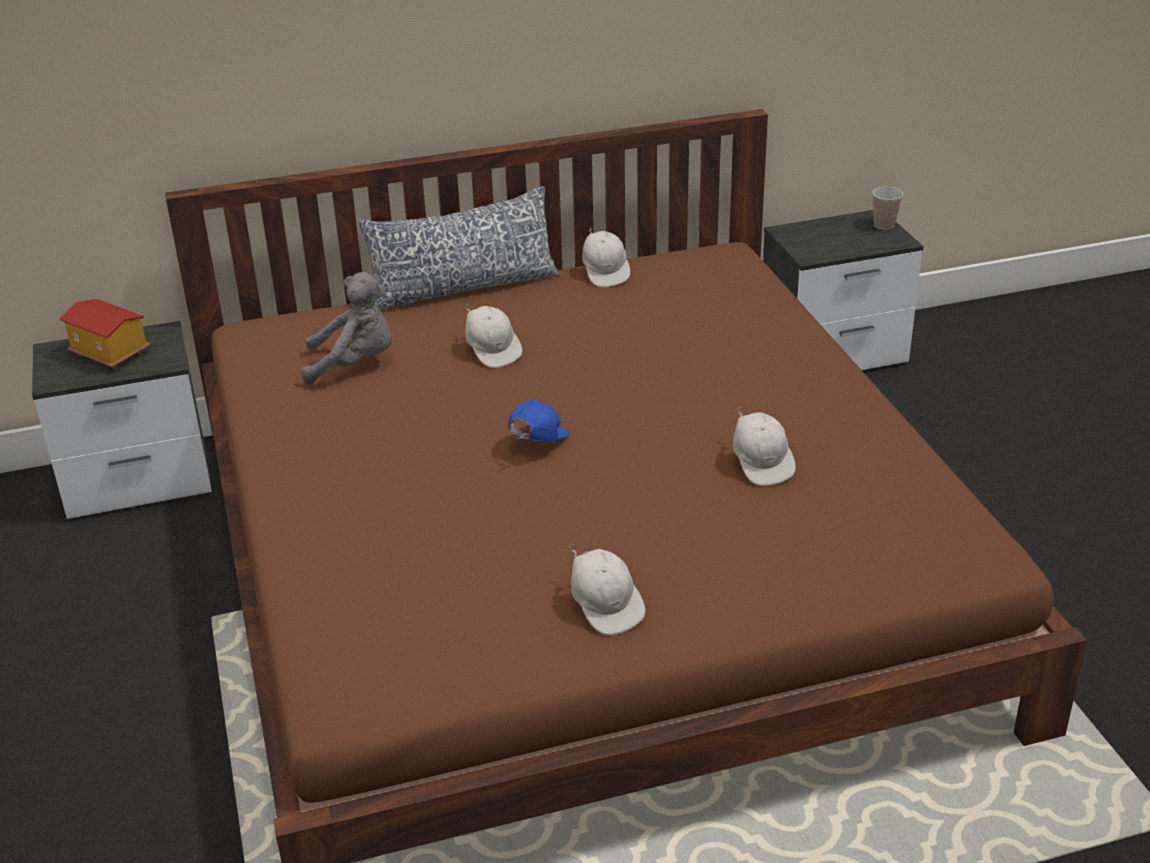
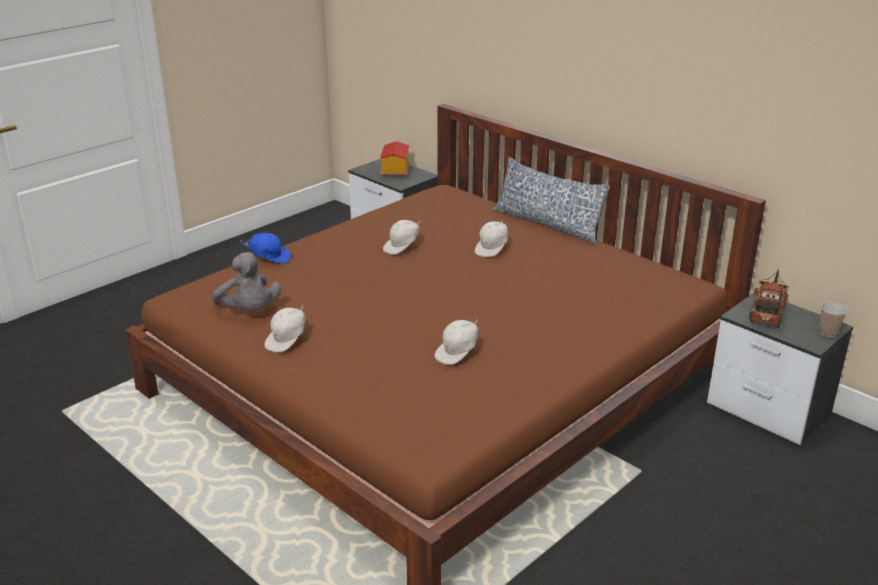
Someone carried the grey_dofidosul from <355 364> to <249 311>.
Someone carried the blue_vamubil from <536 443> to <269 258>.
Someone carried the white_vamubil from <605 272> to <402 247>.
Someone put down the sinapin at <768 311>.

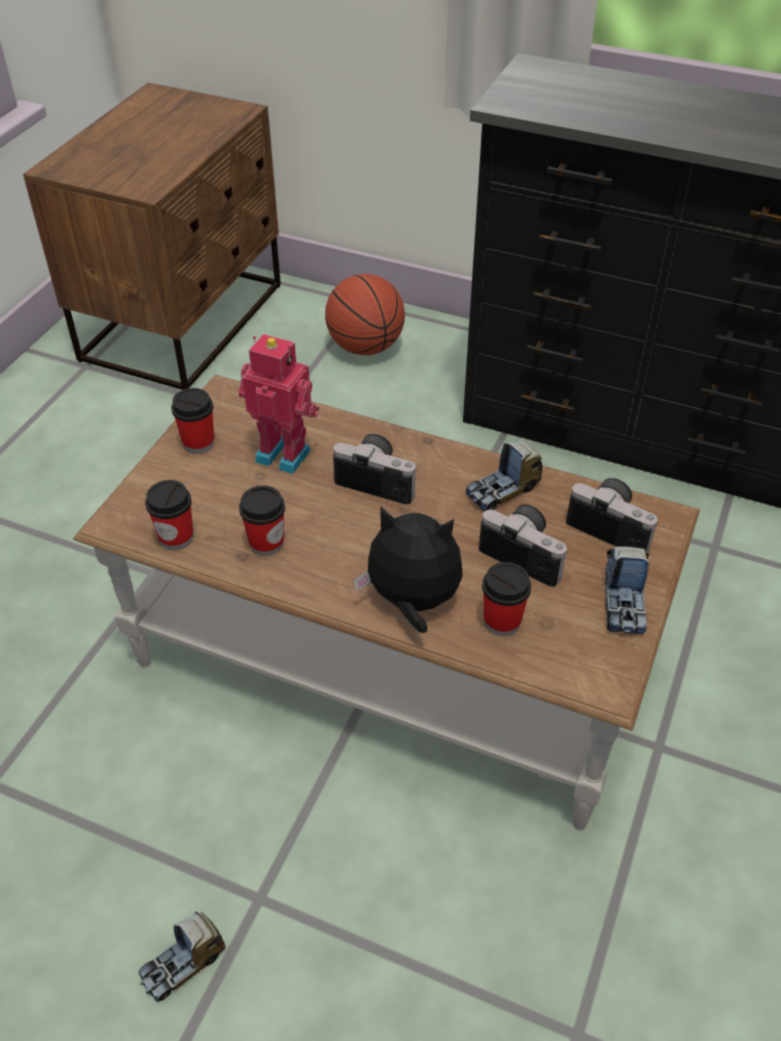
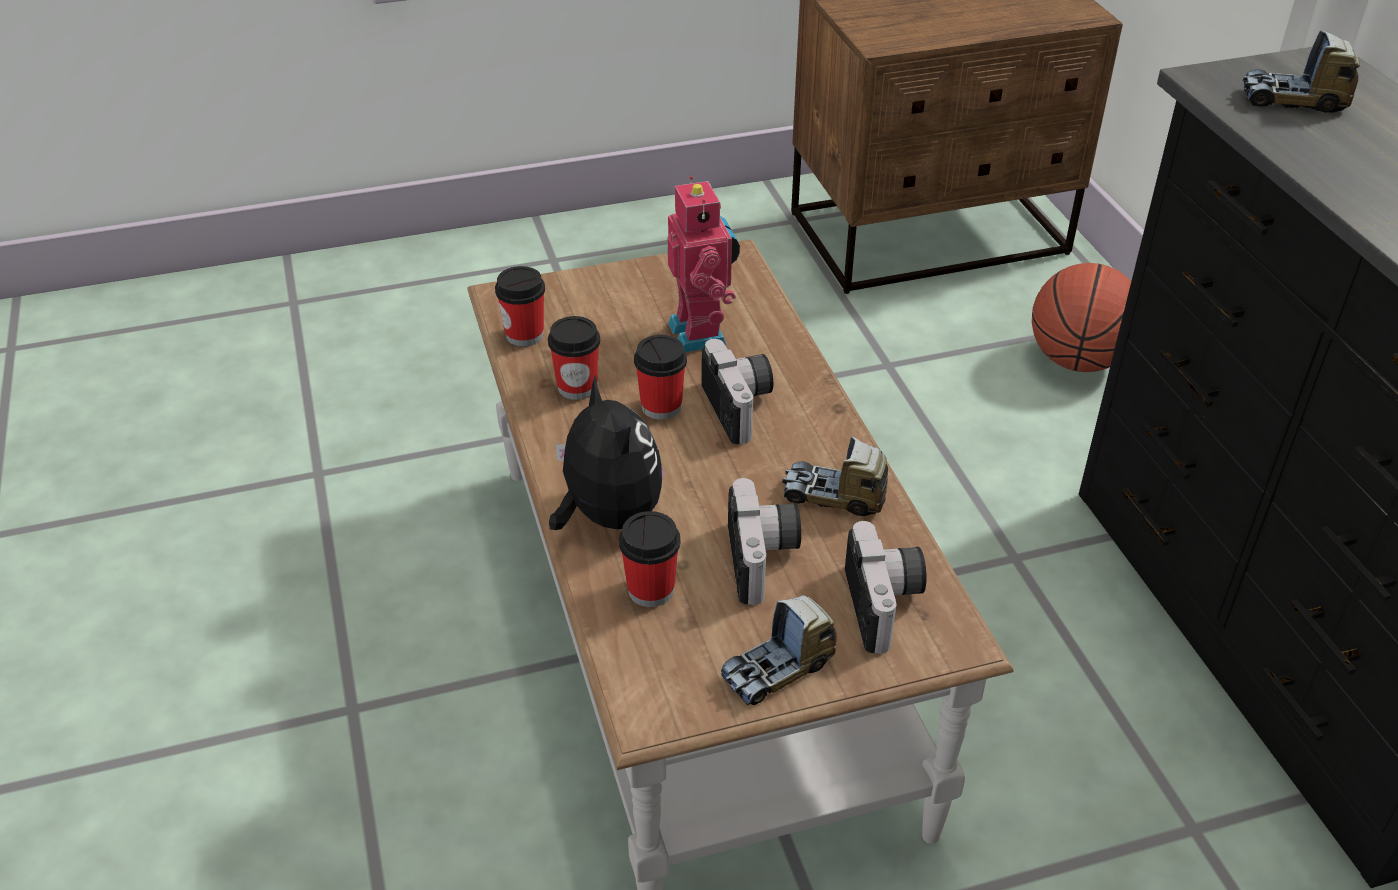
Someone carried the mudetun from <198 443> to <661 406>.
Someone carried the sinapin from <184 964> to <1294 101>.

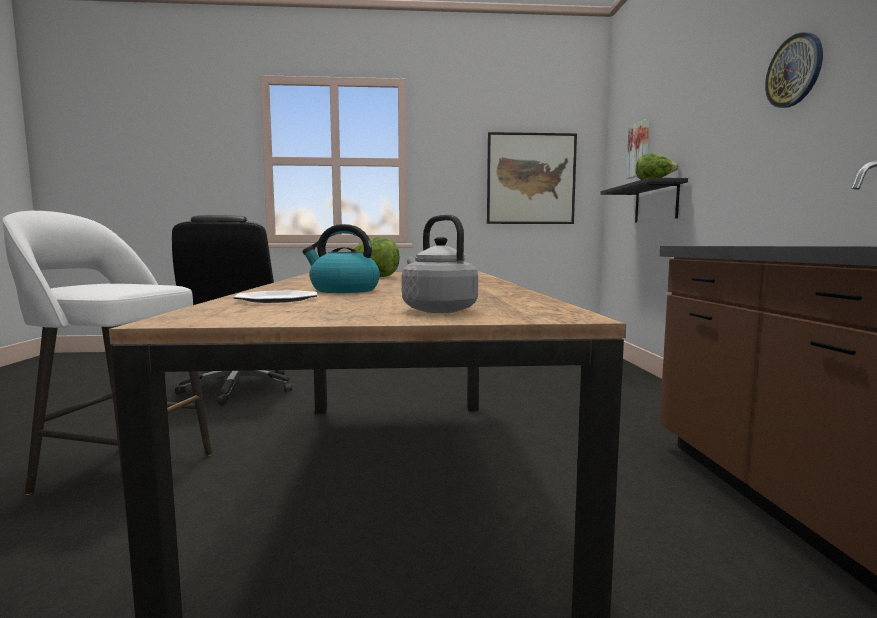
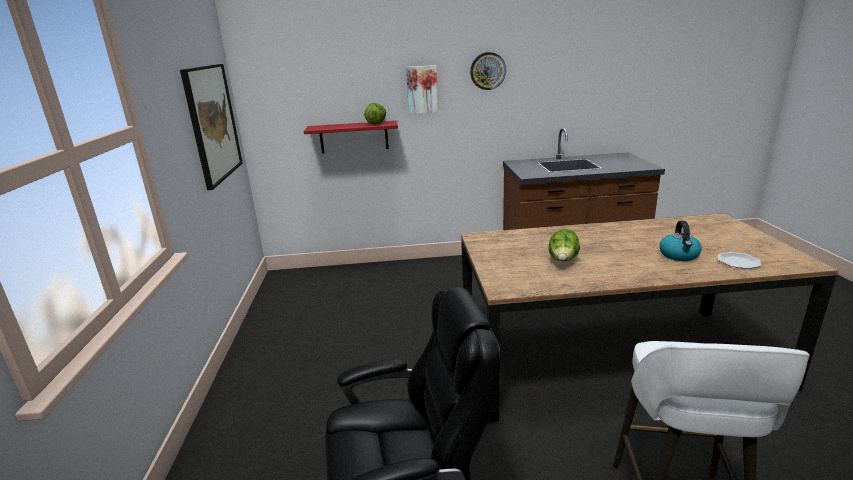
Someone repainted the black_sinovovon at <656 203>, which became the red_sinovovon at <354 137>.
Someone carried the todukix from <639 150> to <422 89>.
Someone took away the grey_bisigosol at <437 310>.

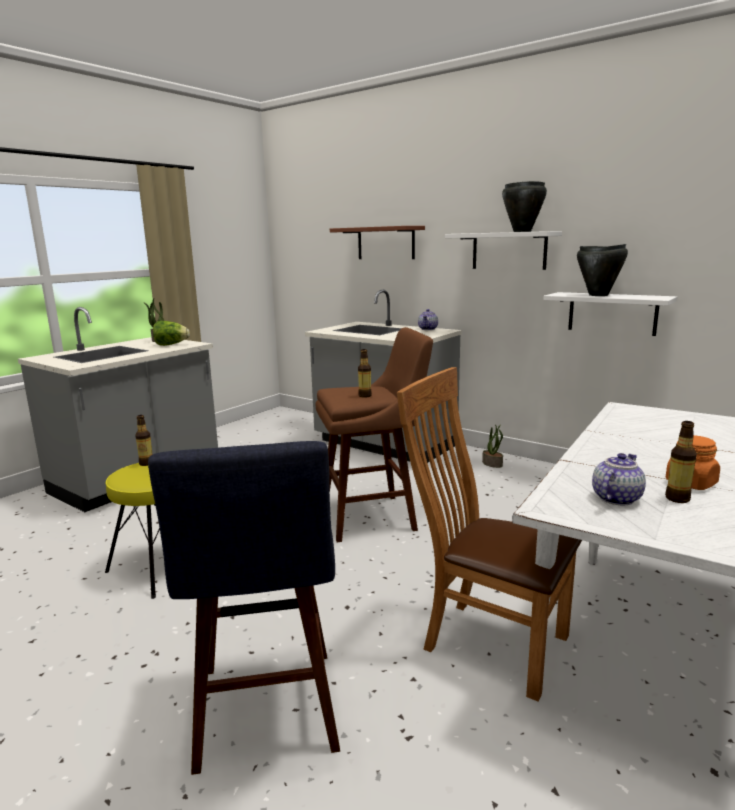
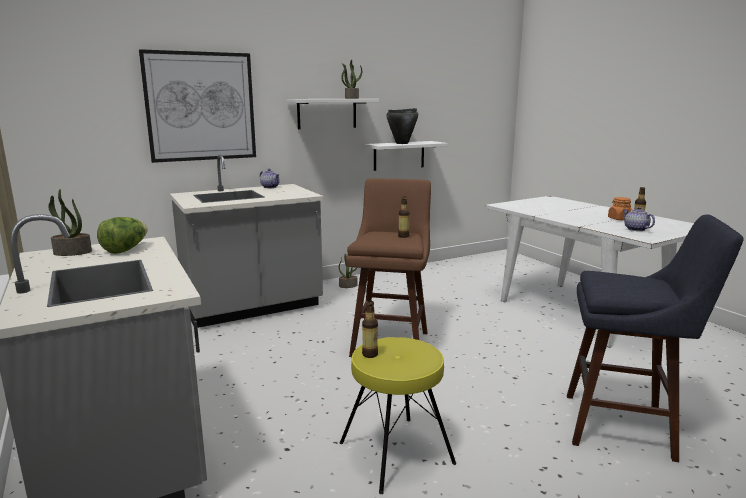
Someone swapped the brown_sinovovon at <386 243> for the todukix at <201 107>.
Someone swapped the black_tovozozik at <522 231> for the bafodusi at <351 98>.
Someone took away the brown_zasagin at <487 641>.

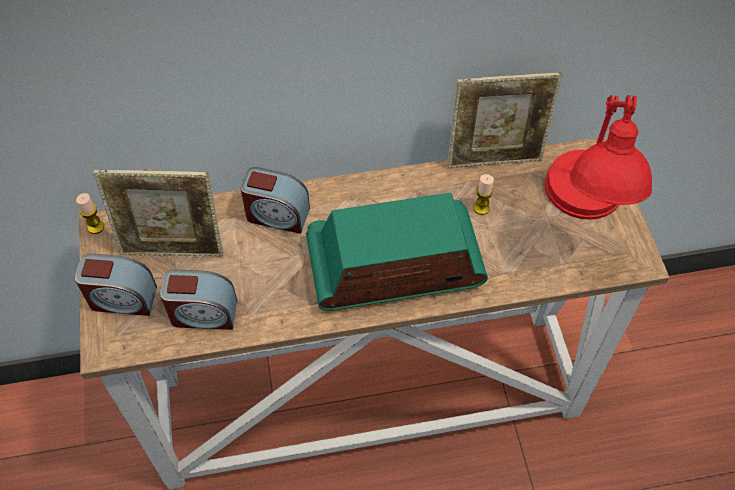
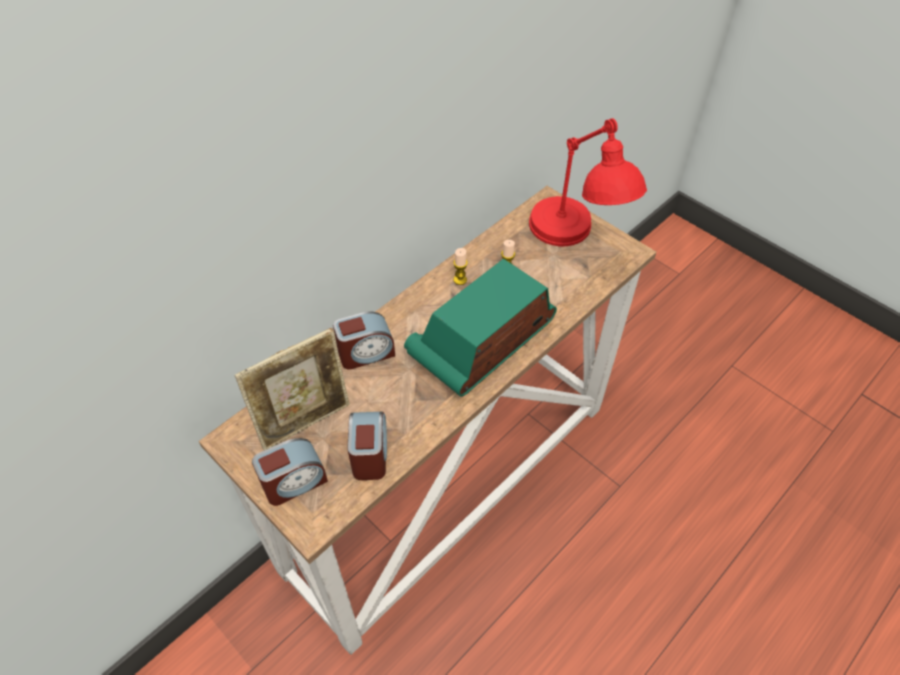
Someone rotated the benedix at <203 313> by 60 degrees counterclockwise.
Someone carried the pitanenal from <96 227> to <460 280>.
Someone took away the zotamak at <494 159>.

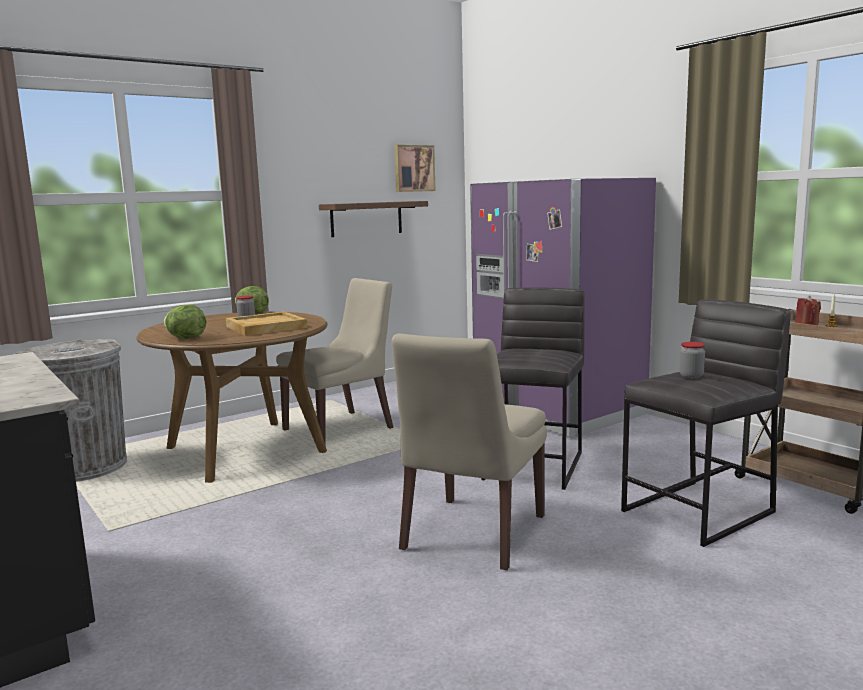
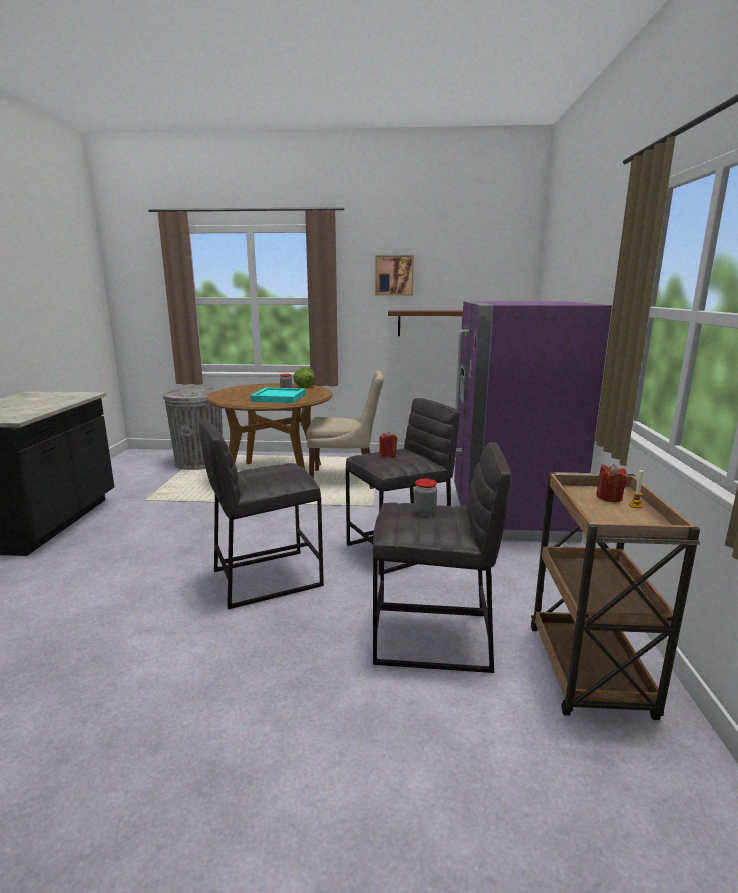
Someone swapped the beige_zasagin at <472 534> for the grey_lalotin at <266 577>.
Someone repainted the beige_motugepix at <265 327>, which became the turquoise_motugepix at <278 398>.
Someone carried the todukix from <413 168> to <394 275>.
Someone put down the red_pitanenal at <388 455>.
Someone took away the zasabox at <185 338>.

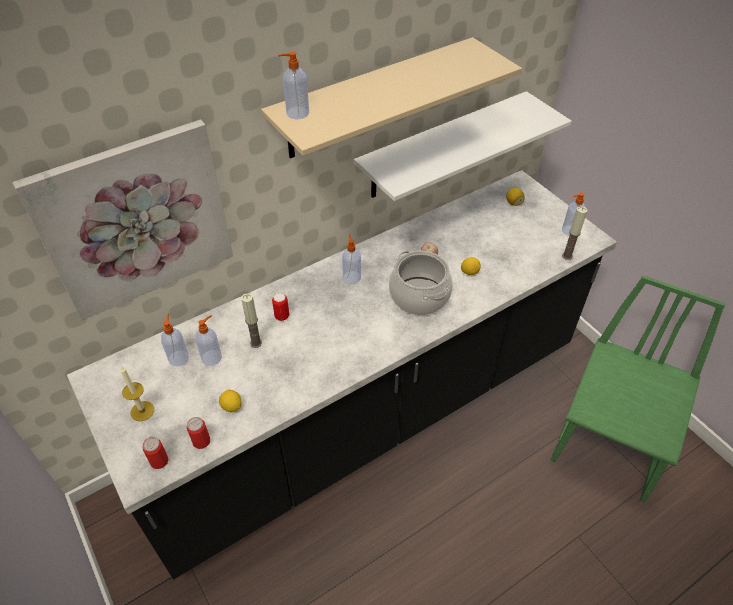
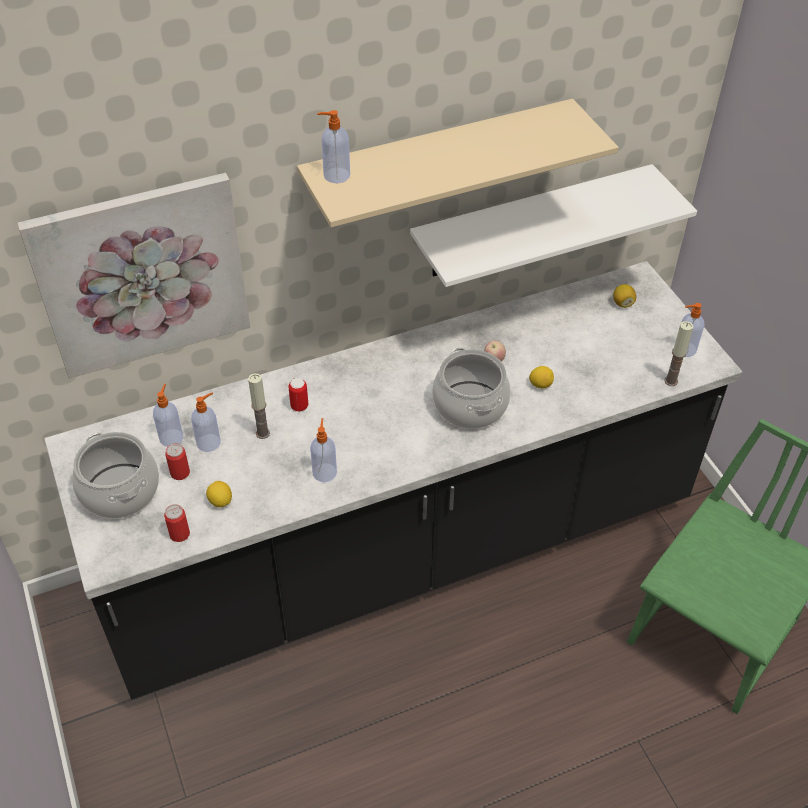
Someone swapped the pitanenal at <142 411> for the tovozozik at <120 491>.
Someone carried the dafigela from <159 461> to <180 473>.
Someone carried the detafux from <351 277> to <324 472>.

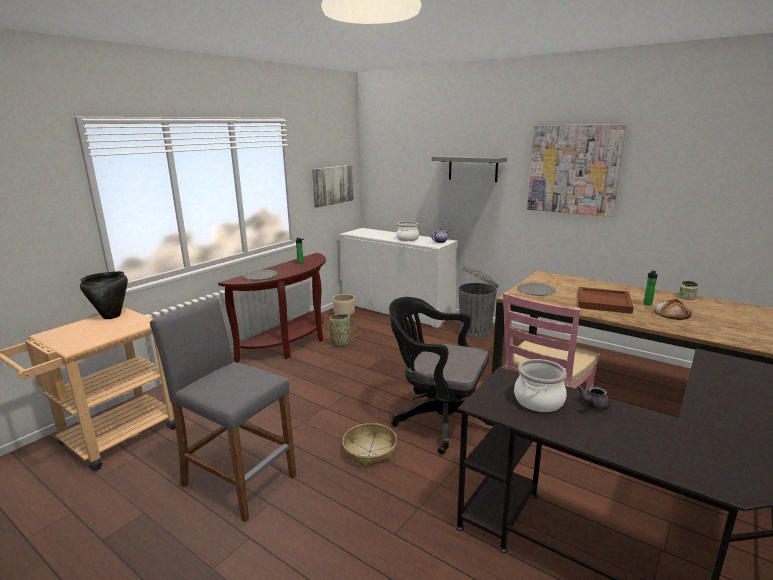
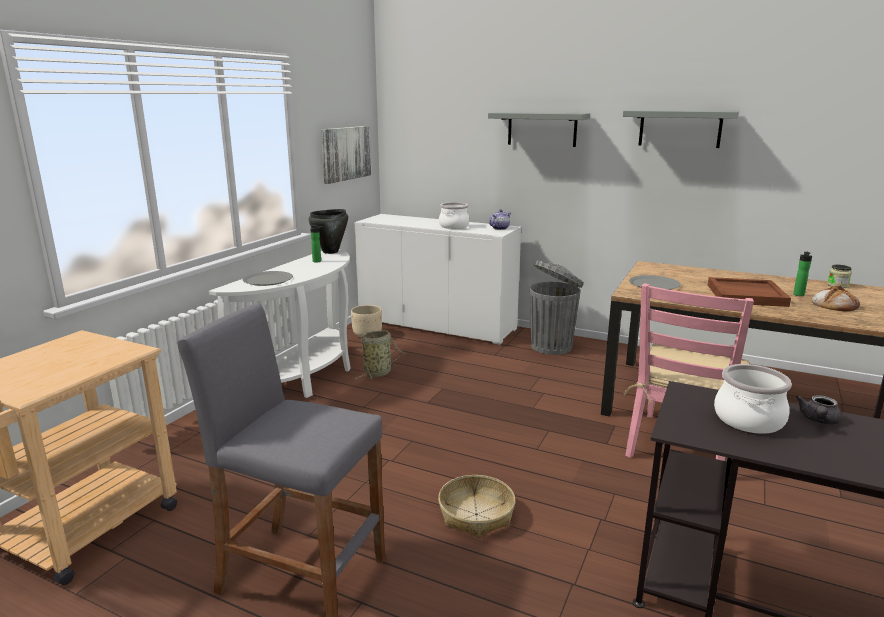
Someone repainted the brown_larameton at <291 344>, which became the white_larameton at <306 377>.
Someone carried the black_tovozozik from <112 316> to <331 252>.
Someone swapped the todukix at <573 169> for the grey_sinovovon at <680 128>.
Someone took away the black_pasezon at <438 420>.

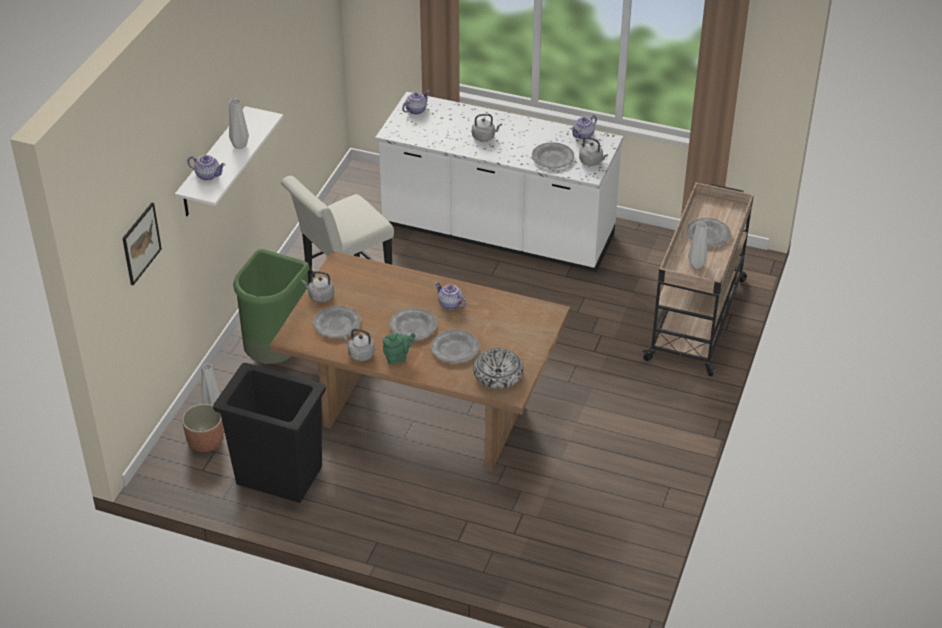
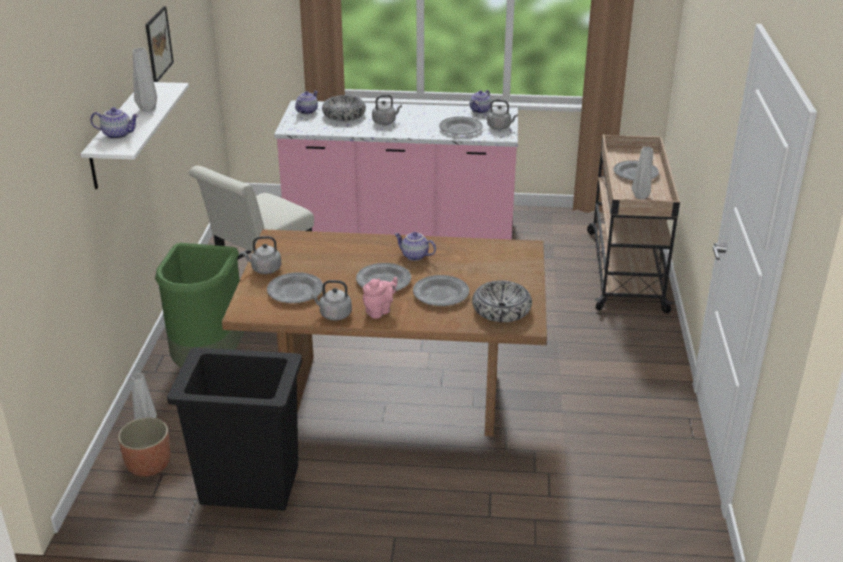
Someone carried the todukix from <141 243> to <158 44>.
Someone repainted the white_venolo at <497 234>, which became the pink_venolo at <400 231>.
Someone put down the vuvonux at <344 115>.
Someone repainted the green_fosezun at <398 357>, which became the pink_fosezun at <379 311>.

